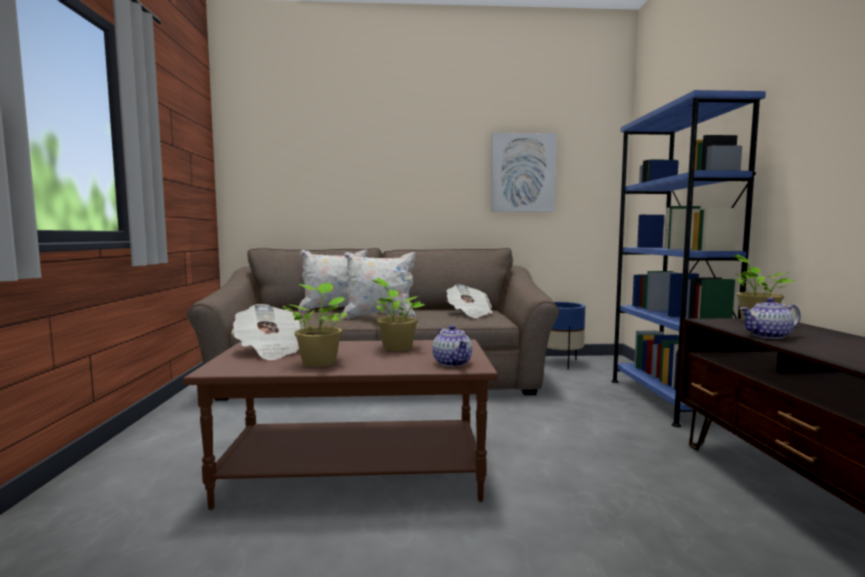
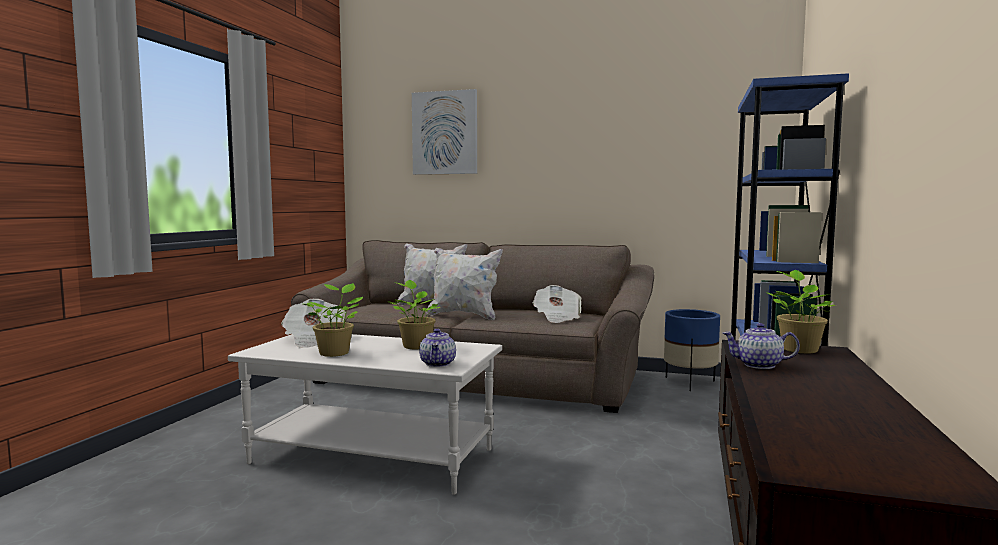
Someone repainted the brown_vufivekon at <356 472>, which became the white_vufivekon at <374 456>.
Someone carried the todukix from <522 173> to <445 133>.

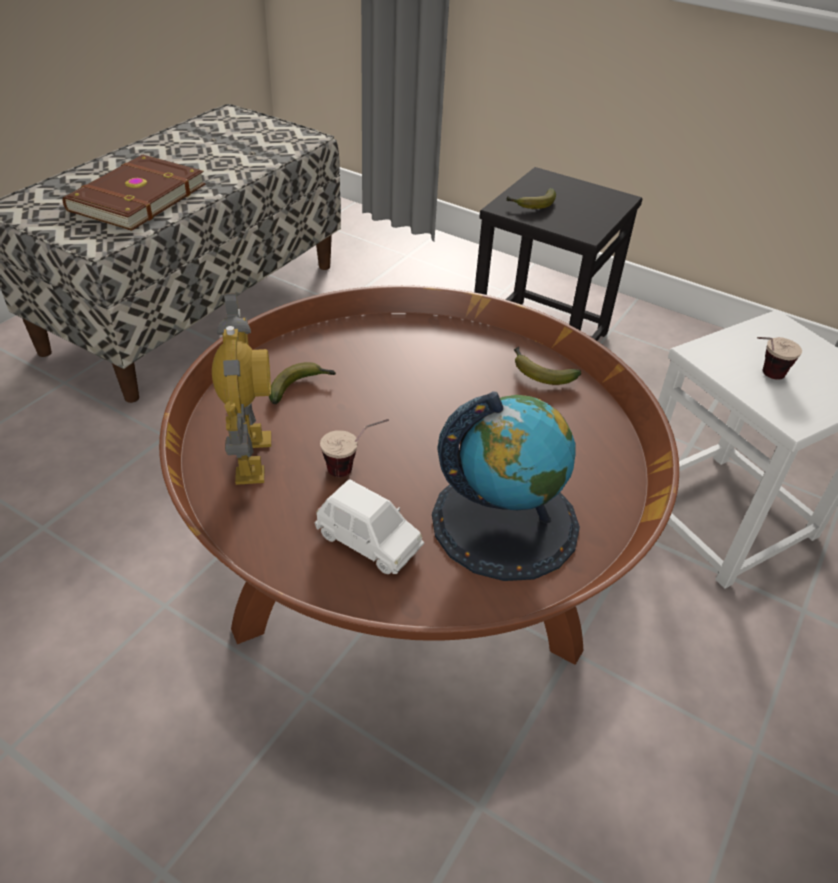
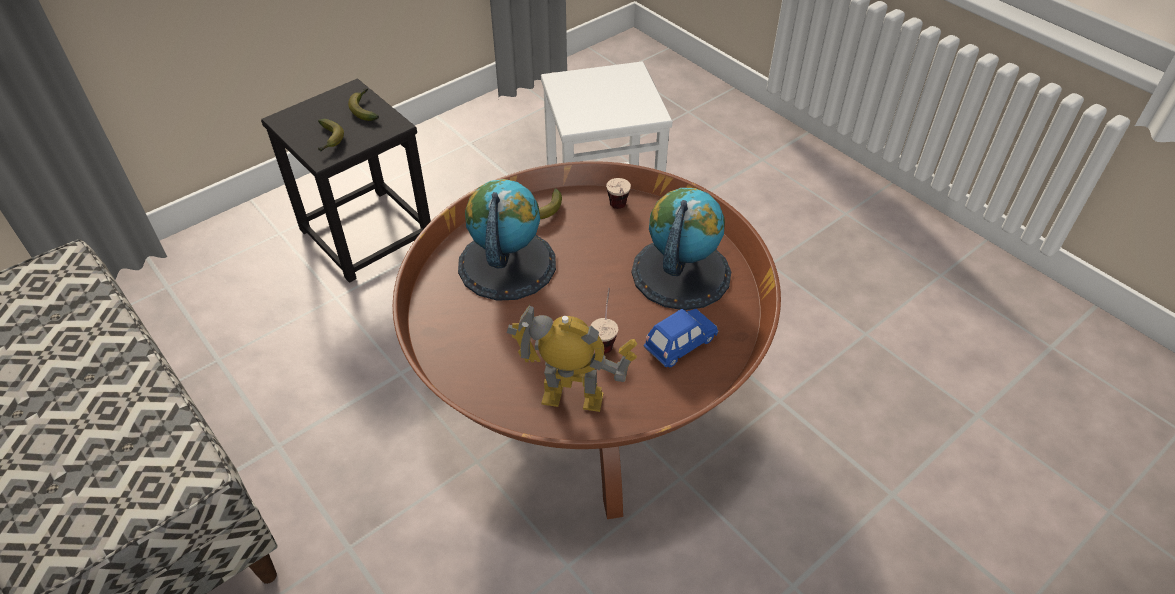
Someone carried the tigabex from <301 387> to <364 109>.
Someone put down the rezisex at <506 264>.
Someone carried the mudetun from <763 376> to <619 210>.
Someone repainted the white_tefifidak at <368 542>, which became the blue_tefifidak at <680 345>.
Someone took away the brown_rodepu at <135 197>.

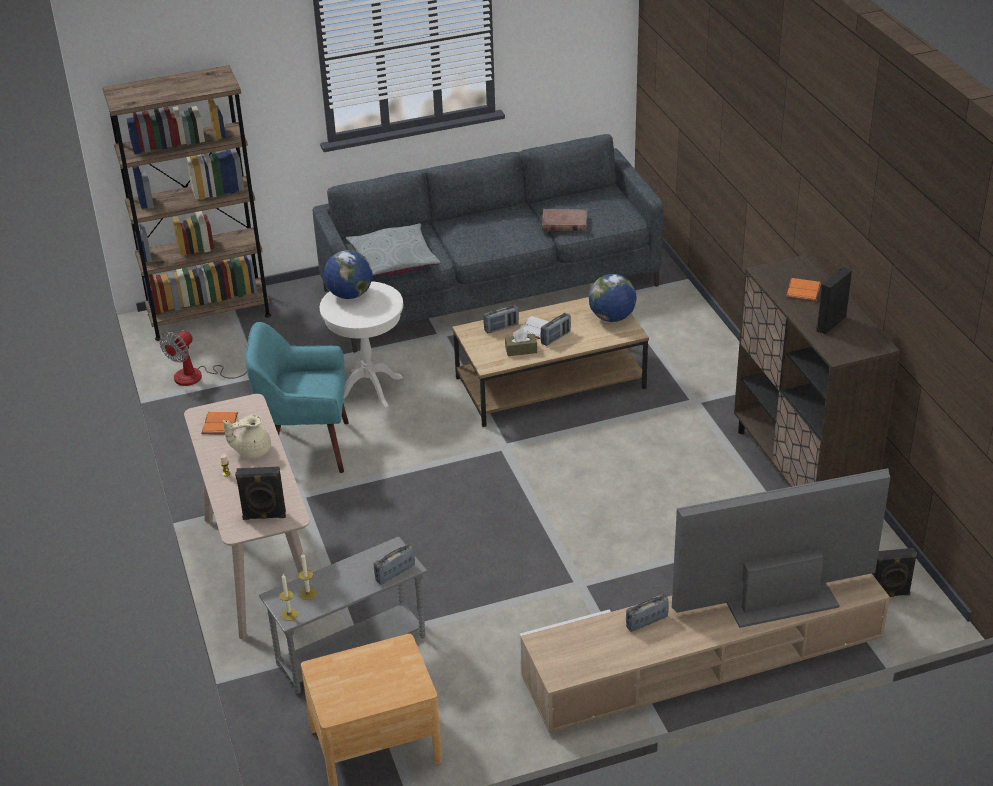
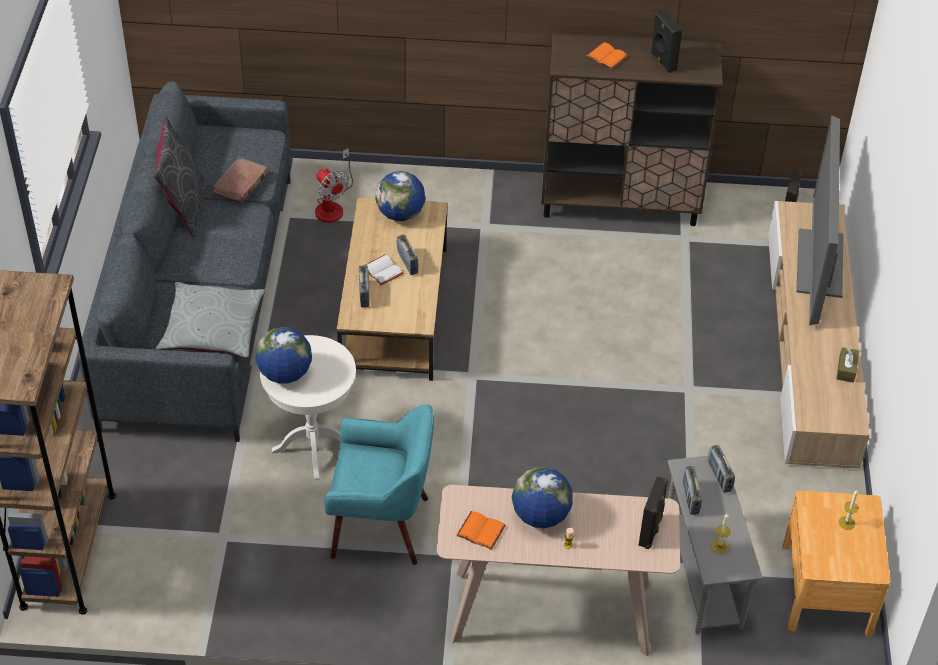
Someone put down the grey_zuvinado at <183 207>.
Someone carried the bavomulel from <199 376> to <332 205>.
Someone rotated the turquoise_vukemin at <306 447> by 105 degrees counterclockwise.
Someone swapped the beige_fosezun at <252 450> for the rezisex at <540 516>.
Someone carried the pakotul from <646 622> to <690 498>.
Someone carried the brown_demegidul from <521 350> to <846 369>.
Someone carried the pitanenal from <289 614> to <846 523>.

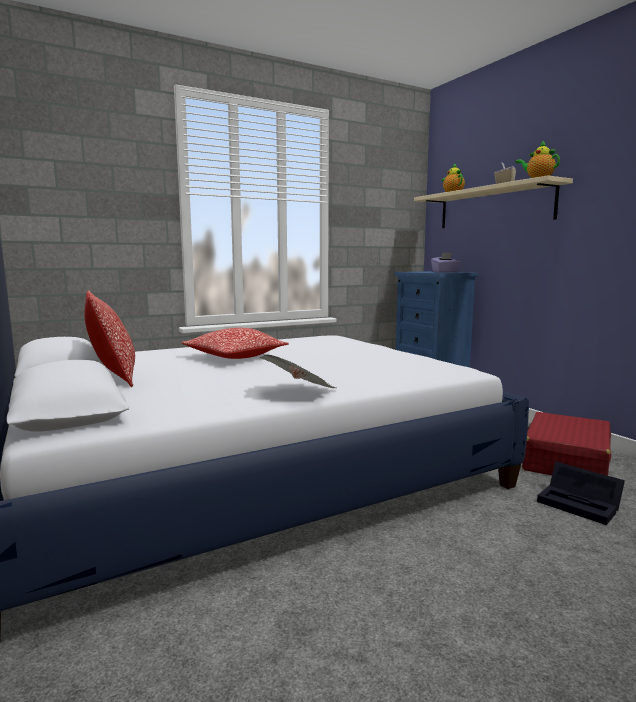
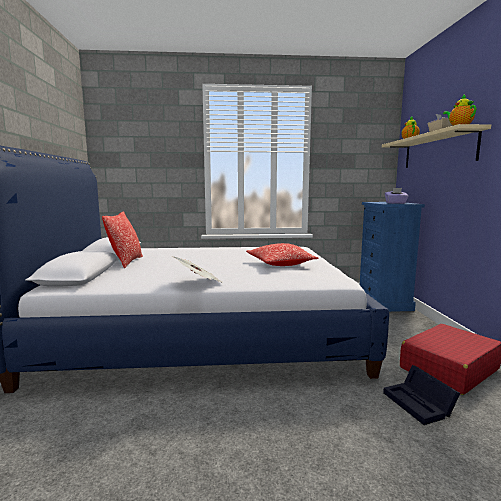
Someone carried the zuvinado from <235 357> to <280 264>.

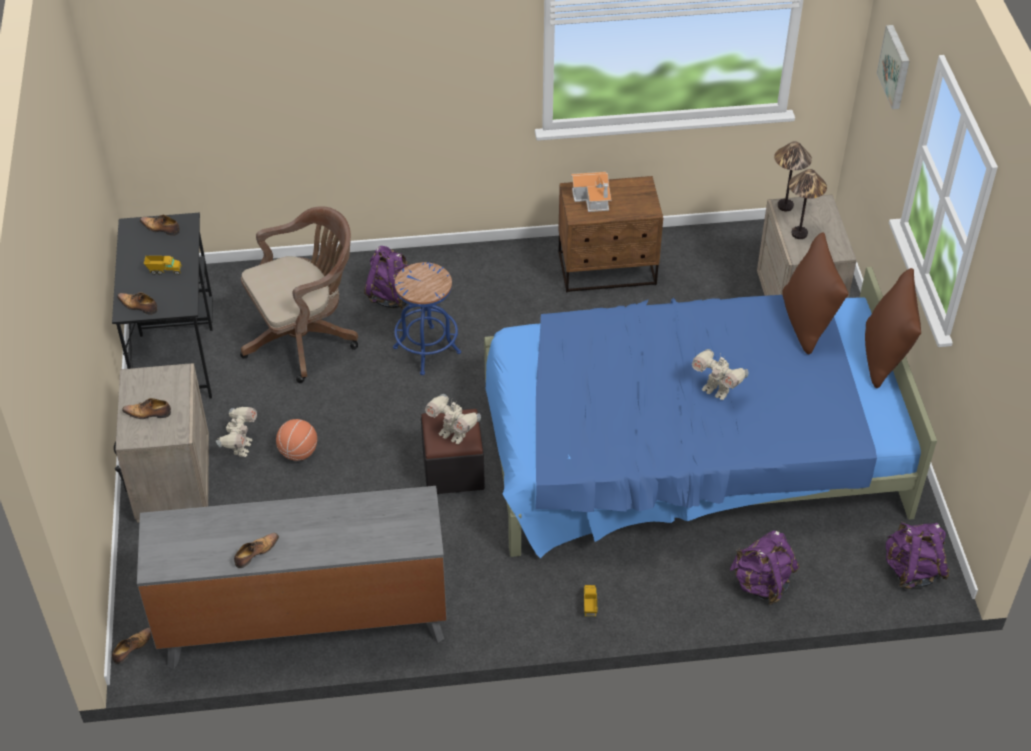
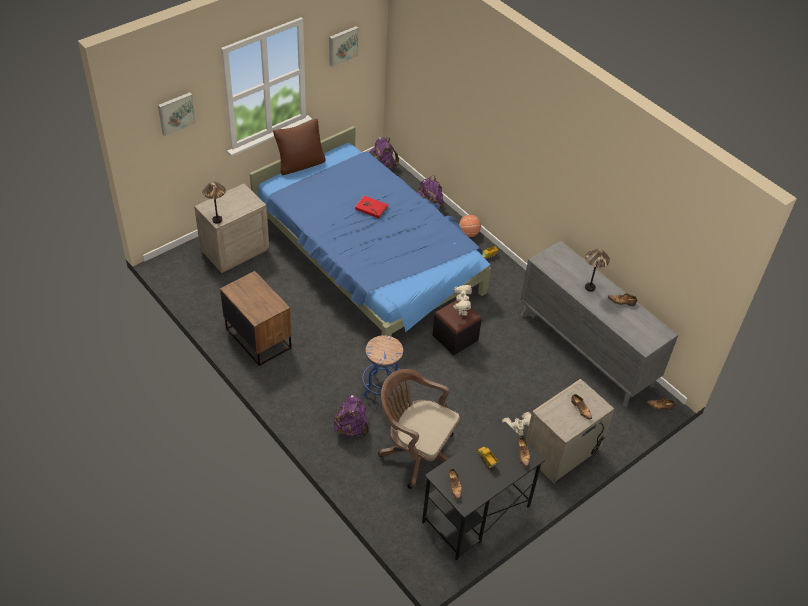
Someone put up the todukix at <342 45>.
Someone swapped the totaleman at <716 390> for the red_rodepu at <371 207>.
Someone carried the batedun from <298 452> to <469 233>.
Someone carried the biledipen from <799 234> to <590 287>.
Someone took away the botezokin at <593 198>.
Someone took away the brown_zuvinado at <808 323>.

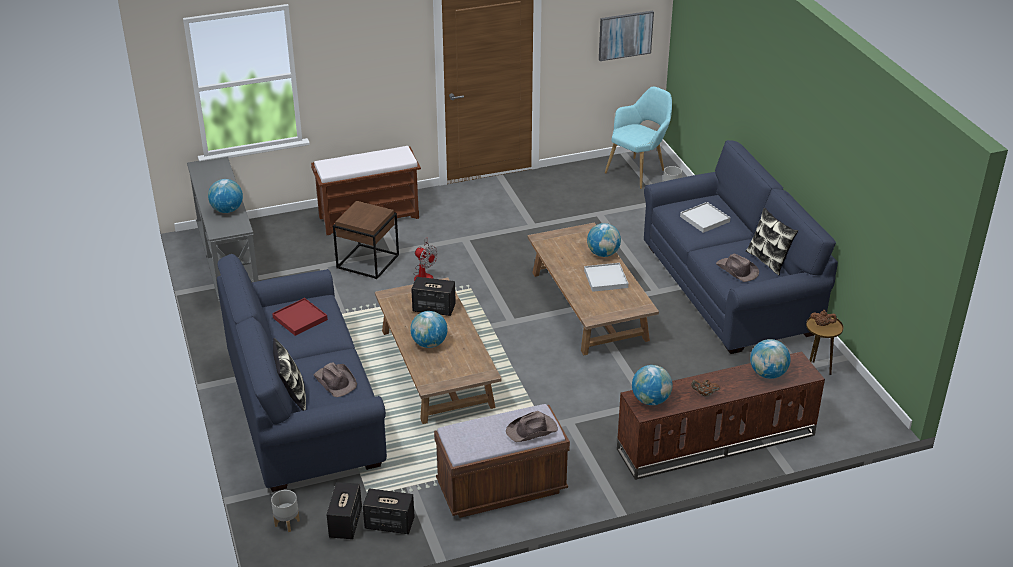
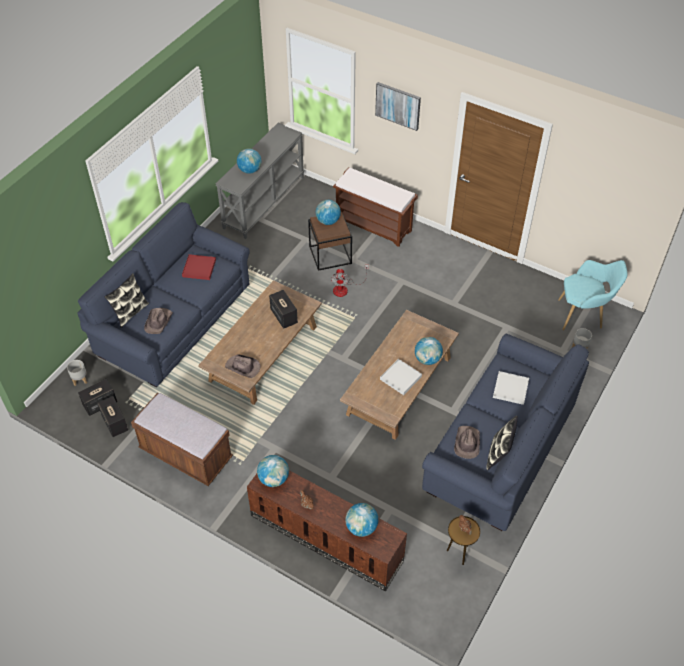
Someone carried the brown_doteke from <532 430> to <243 367>.
Someone carried the rezisex from <429 343> to <328 221>.
Someone carried the todukix from <625 35> to <398 105>.

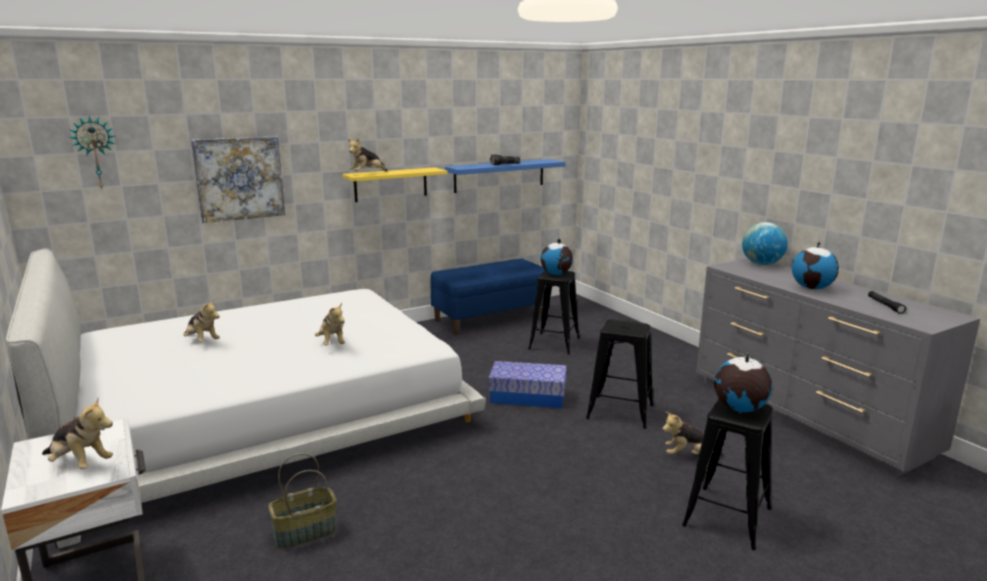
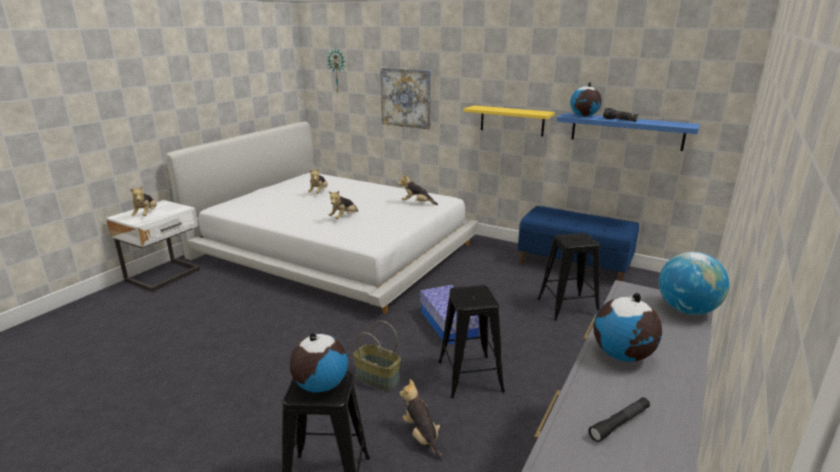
Someone carried the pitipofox from <305 534> to <376 378>.
Someone carried the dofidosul from <367 174> to <417 203>.
Someone carried the rezisex from <556 274> to <584 116>.

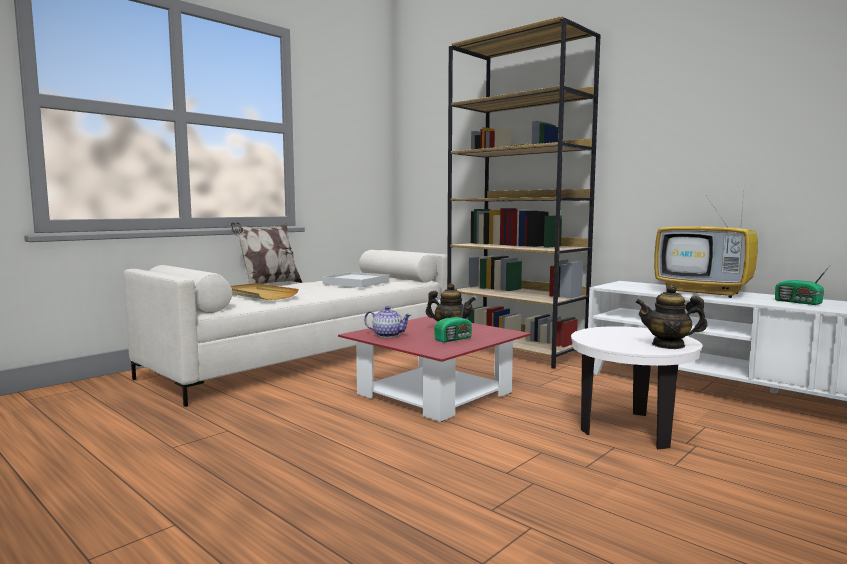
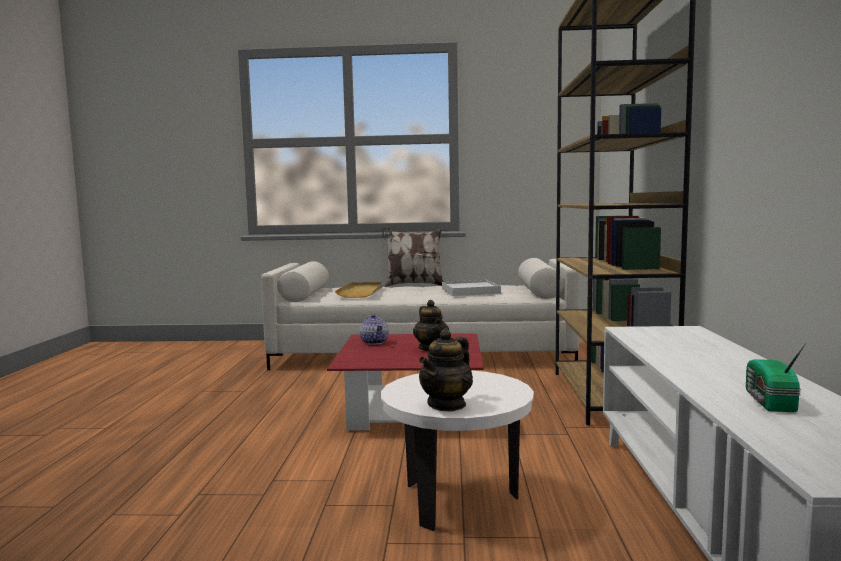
Someone rotated the fosezun at <668 345> by 120 degrees counterclockwise.
Someone took away the pakotul at <454 339>.
Someone took away the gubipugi at <705 293>.

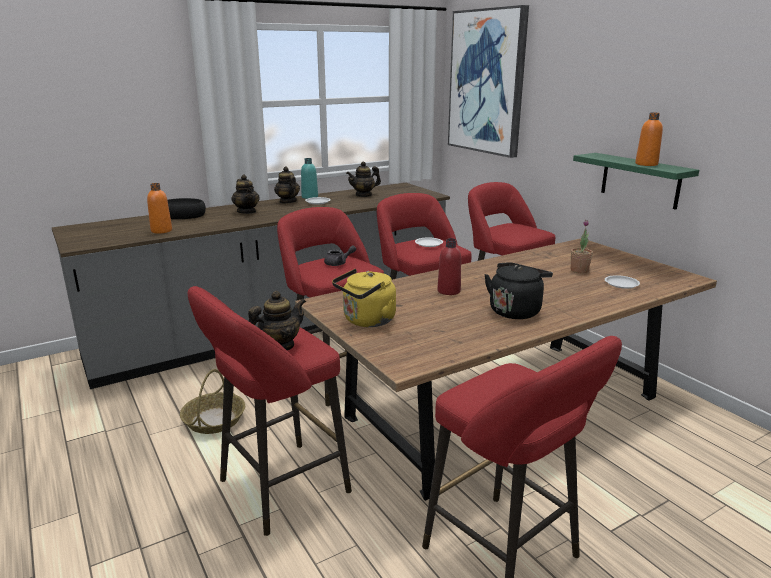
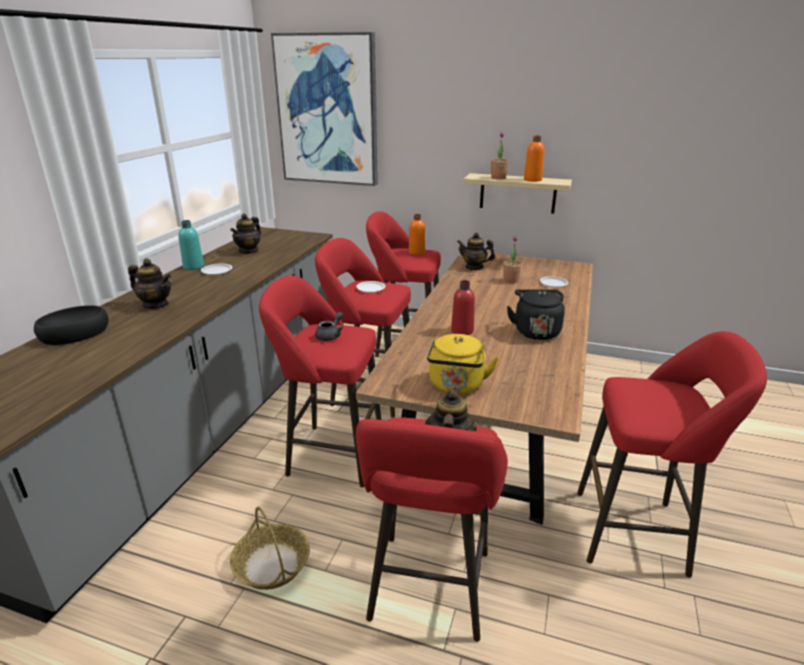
Someone carried the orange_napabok from <161 231> to <416 252>.
Someone carried the fosezun from <287 201> to <474 267>.
Someone repainted the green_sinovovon at <640 180>, which became the beige_sinovovon at <517 193>.
Someone put down the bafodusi at <498 178>.

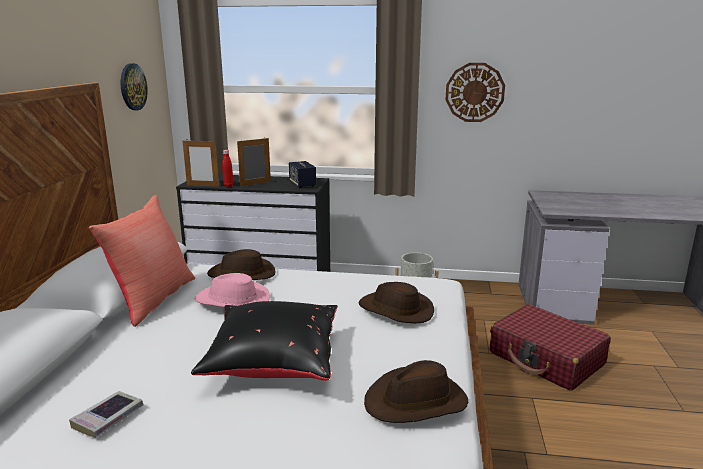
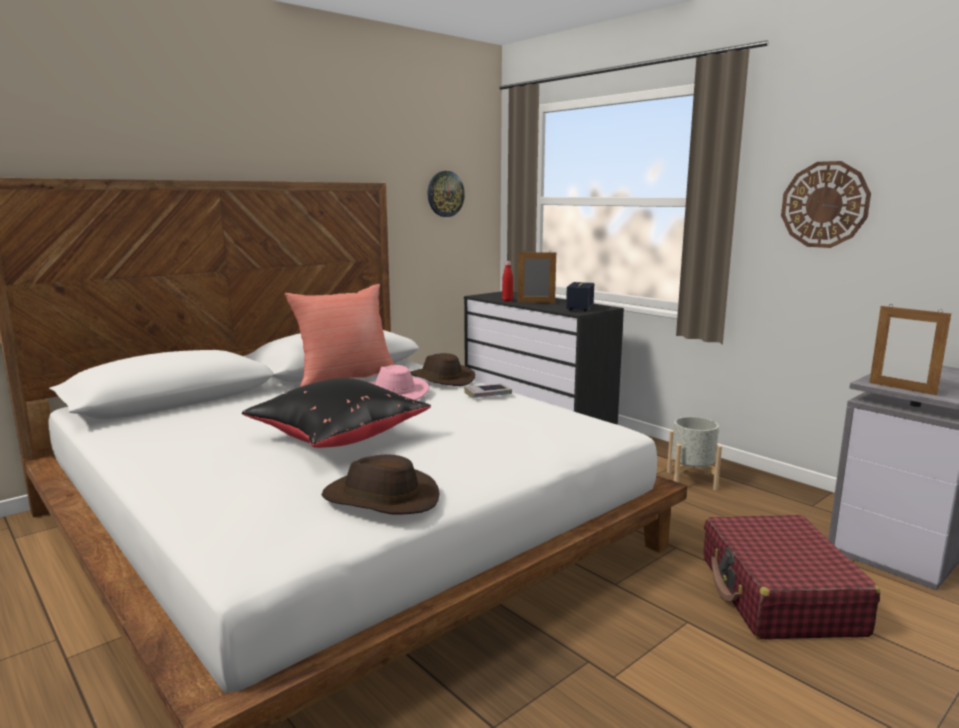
Someone carried the rodepu from <108 418> to <487 394>.
Someone carried the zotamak from <203 185> to <902 388>.
Someone took away the brown_doteke at <395 310>.

